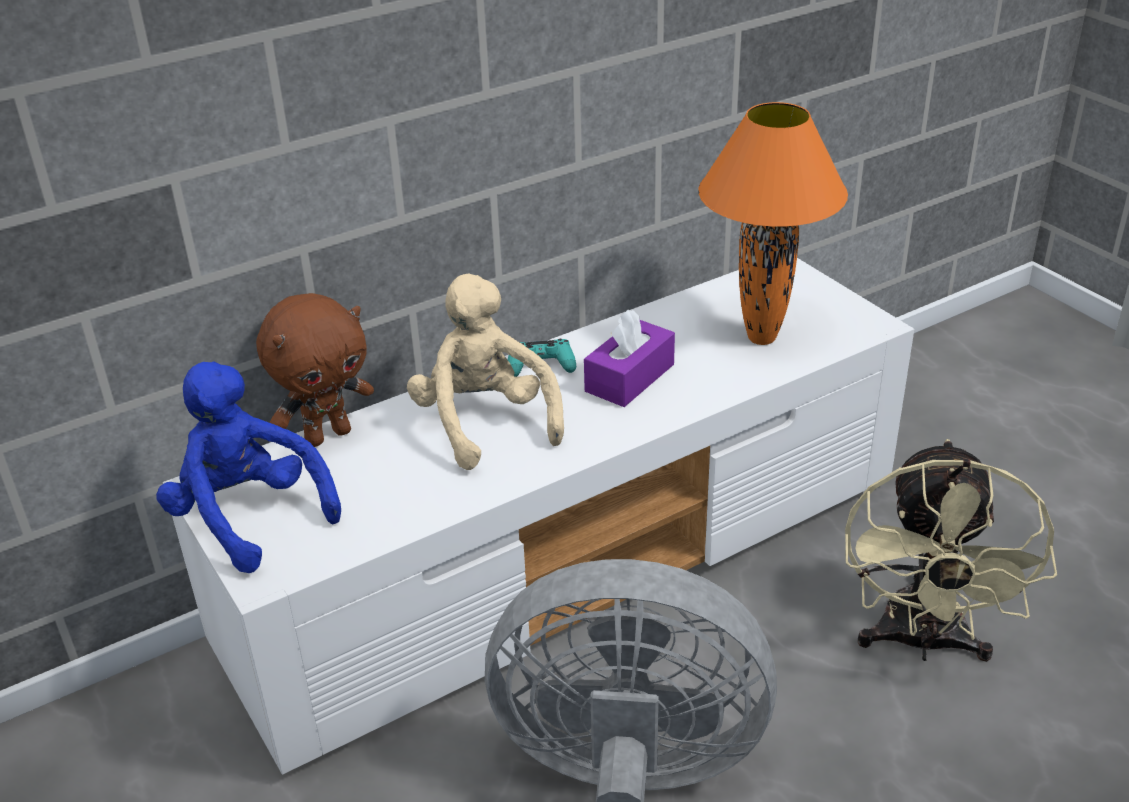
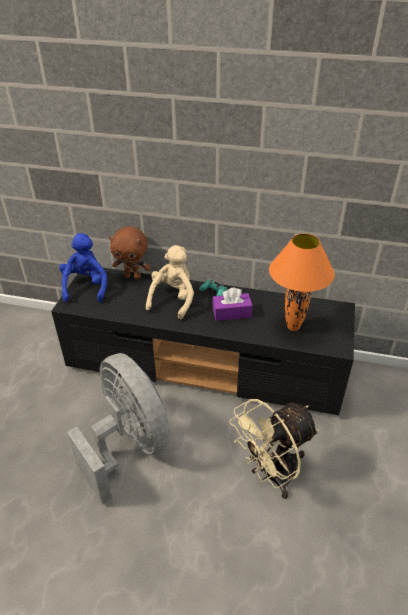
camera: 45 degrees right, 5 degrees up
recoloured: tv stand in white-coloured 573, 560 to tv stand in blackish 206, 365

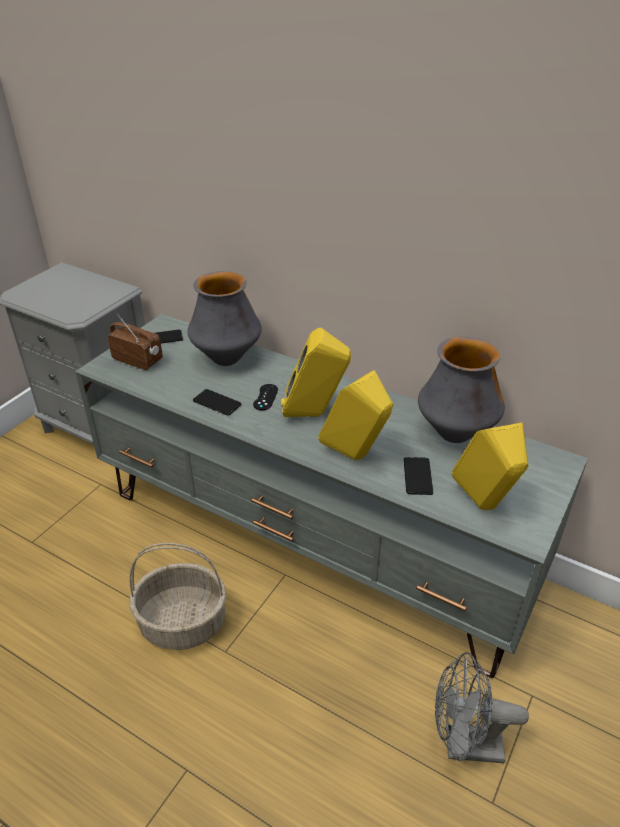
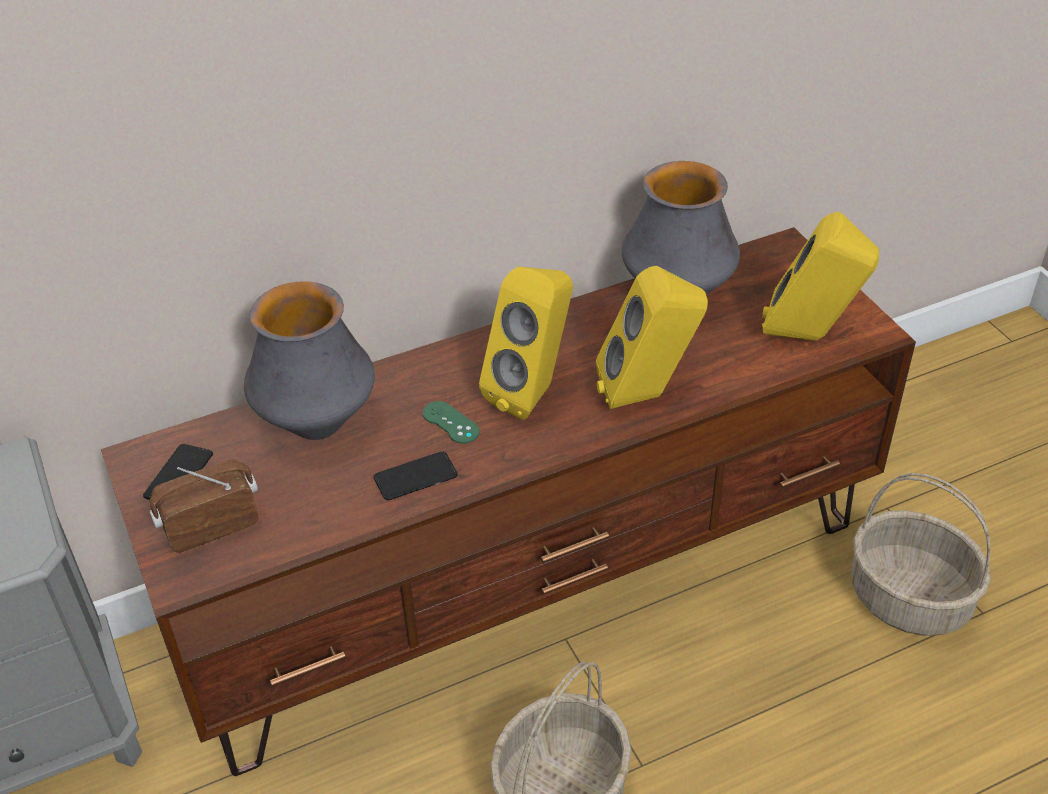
camera: 55 degrees left, 5 degrees up
removed: telephone 417, 476
replaced: cooling fan in gray 464, 746 to household basket 910, 598
recoloured: tv stand in gray 312, 540 to tv stand in brown-coloured 530, 580; game controller in blackish 265, 397 to game controller in green 450, 423

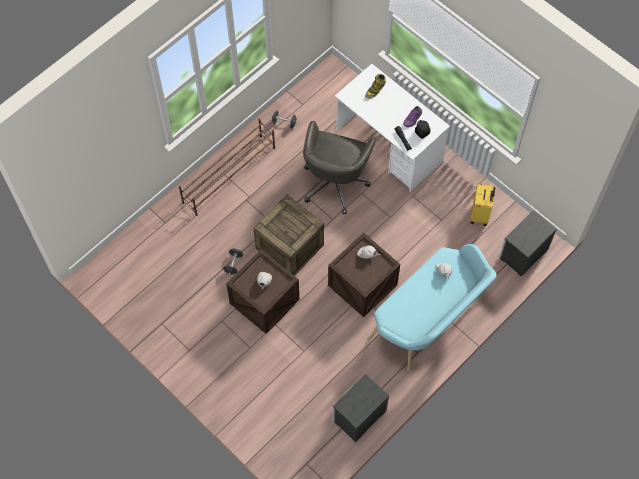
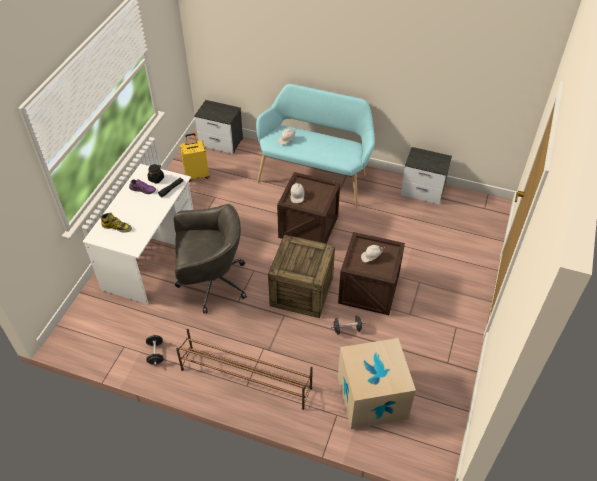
camera: 115 degrees left, 15 degrees down
added: cardboard box 372, 398

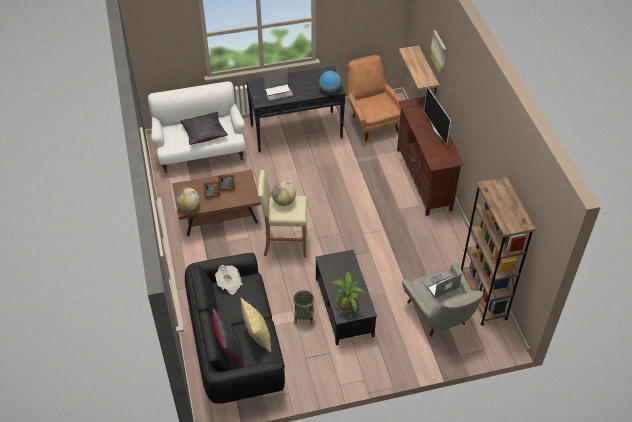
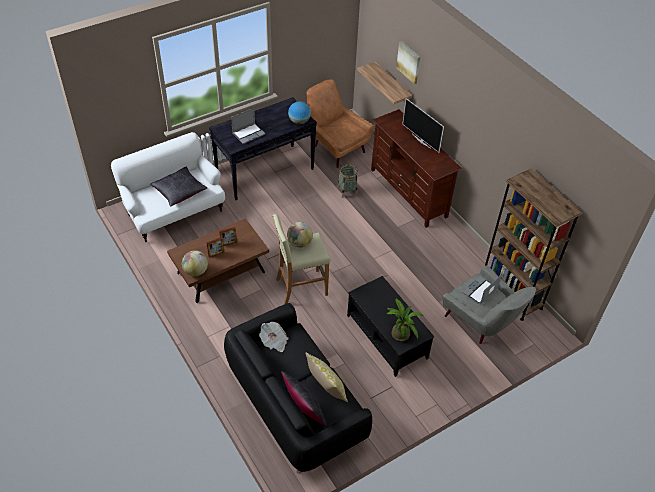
camera: 20 degrees left, 0 degrees up
moved: household basket 304, 317 to 347, 191

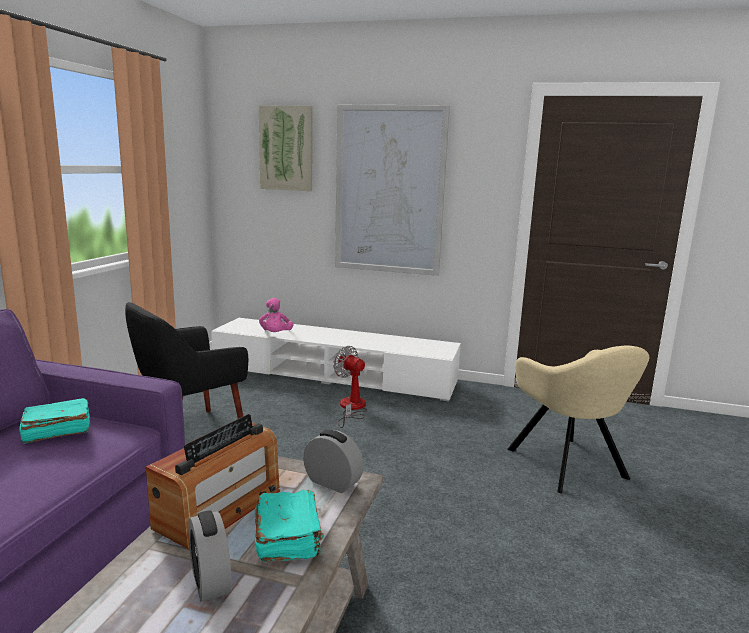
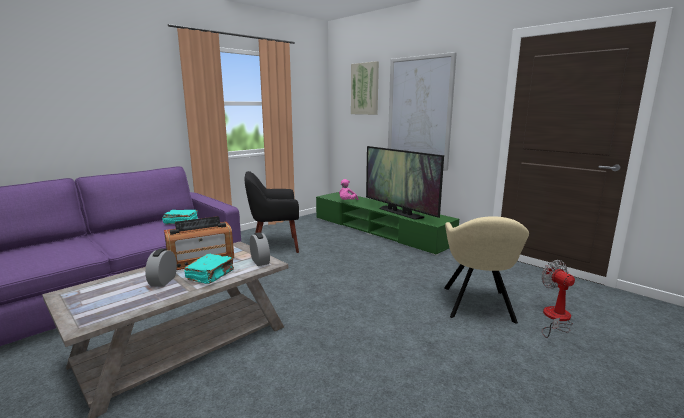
camera: 30 degrees right, 0 degrees up
added: TV 400, 213
moved: cooling fan 351, 408 to 555, 319
recoloured: tv stand in white-coloured 334, 375 to tv stand in green 379, 231

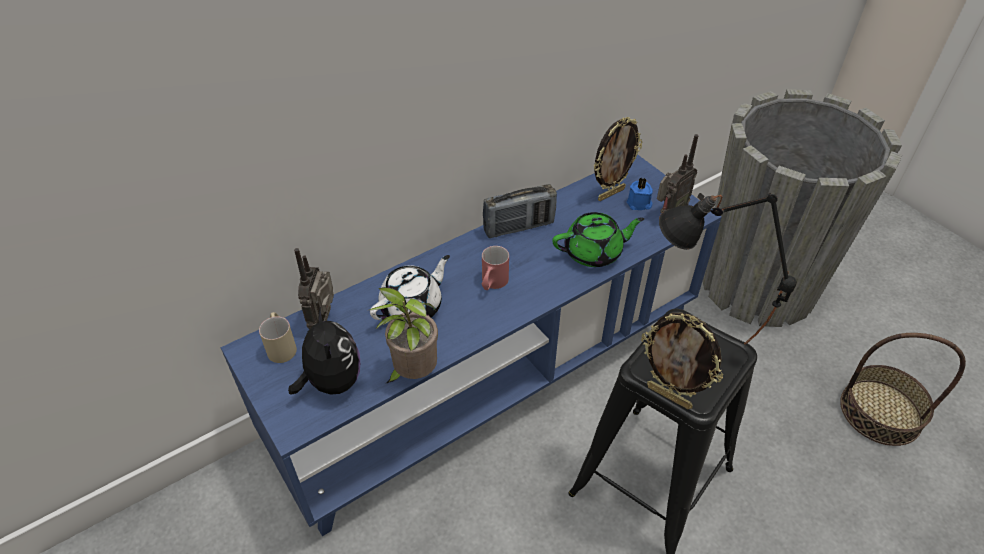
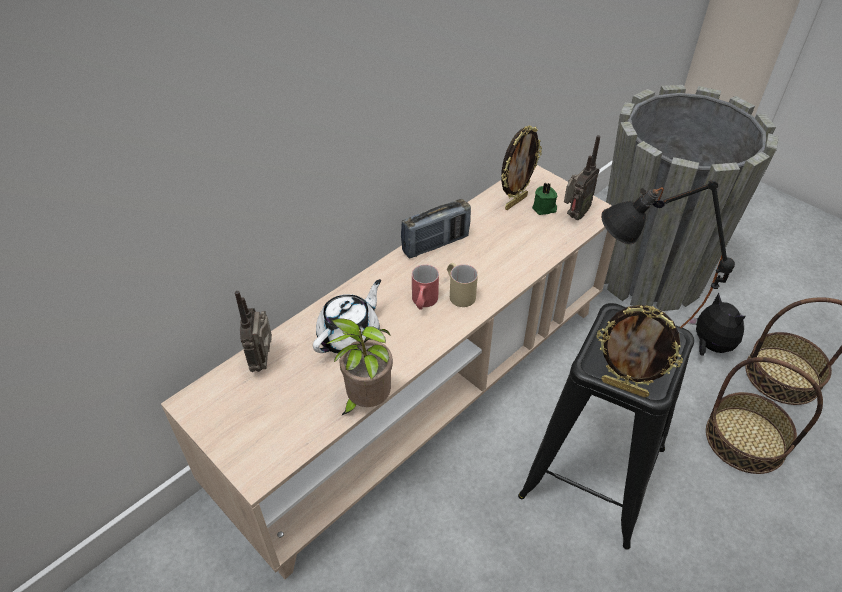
camera: 10 degrees left, 0 degrees up
removed: teapot in green 594, 252
added: household basket 745, 439
moved: mug in beige 281, 345 to 459, 293; cuddly toy 332, 381 to 709, 346
recoloured: tv stand in blue 491, 378 to tv stand in beige 420, 396; wax light in blue 639, 204 to wax light in green 544, 208

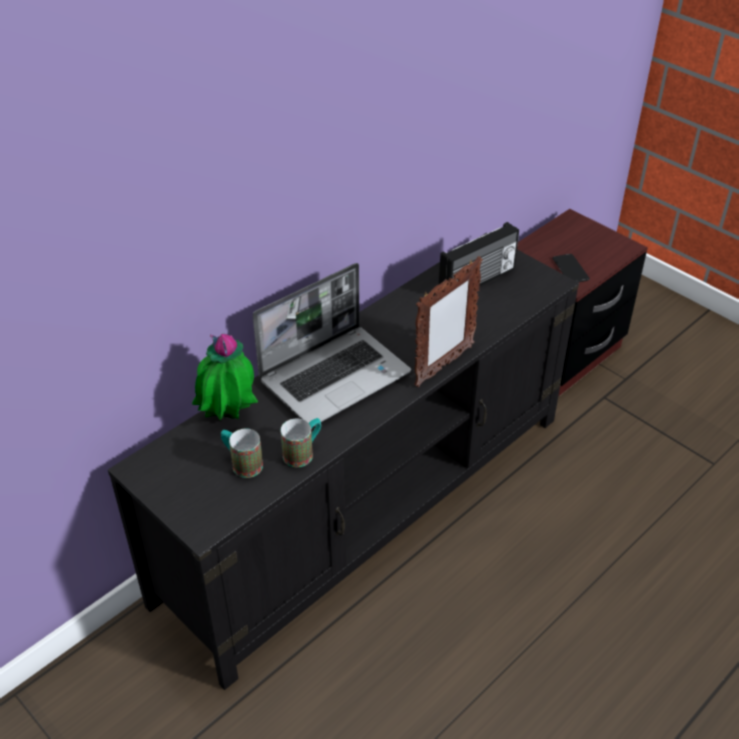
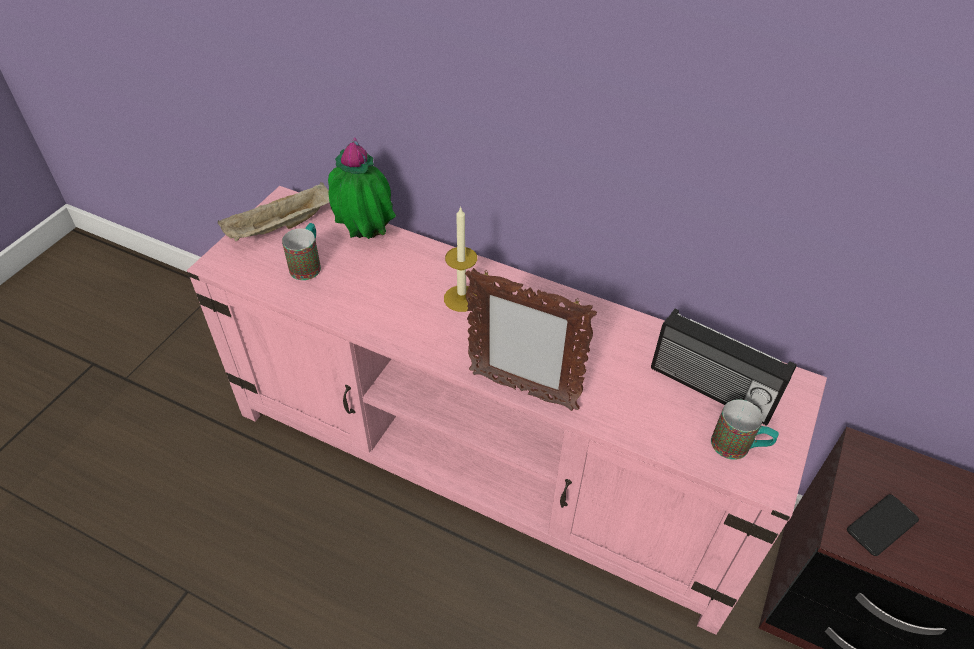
camera: 70 degrees right, 5 degrees up
added: carrying tray in beige 280, 228
moved: mug 303, 452 to 738, 447
replaced: laptop 335, 376 to wax light 461, 298
recoloured: tv stand in blackish 368, 505 to tv stand in pinkish 487, 463

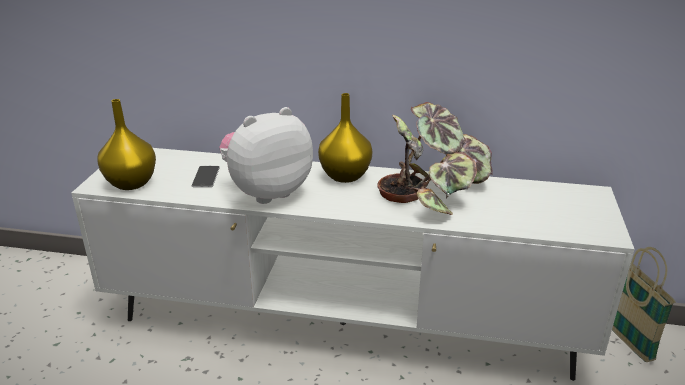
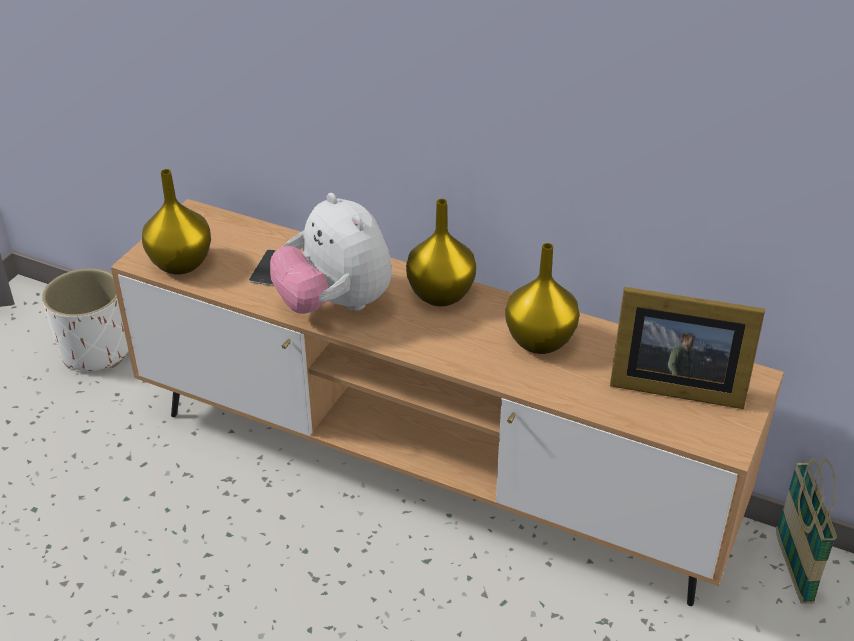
camera: 15 degrees right, 10 degrees up
added: plant pot in white-coloured 96, 351; photo frame 673, 384
replaced: plant in a pot 433, 192 to decorative vase in yellow-coloured 540, 340
recoloured: tv stand in white-coloured 342, 323 to tv stand in brown-coloured 428, 471
turned: cuddly toy 267, 192 = 335, 304 105 degrees counterclockwise

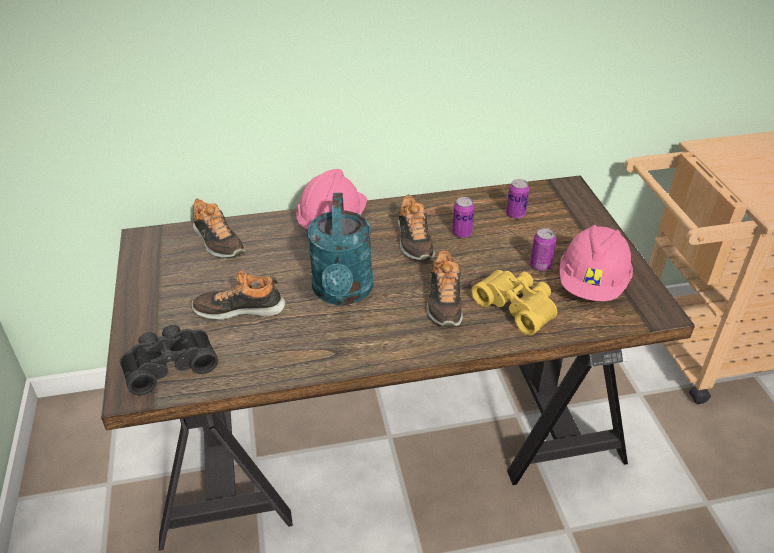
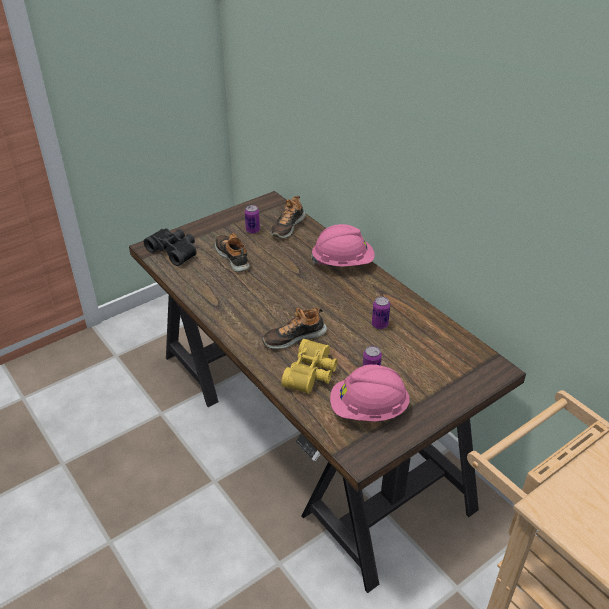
camera: 65 degrees right, 0 degrees up
removed: watering can in blue-green 343, 292; shoe 414, 241
moved: metal can 515, 214 to 252, 230

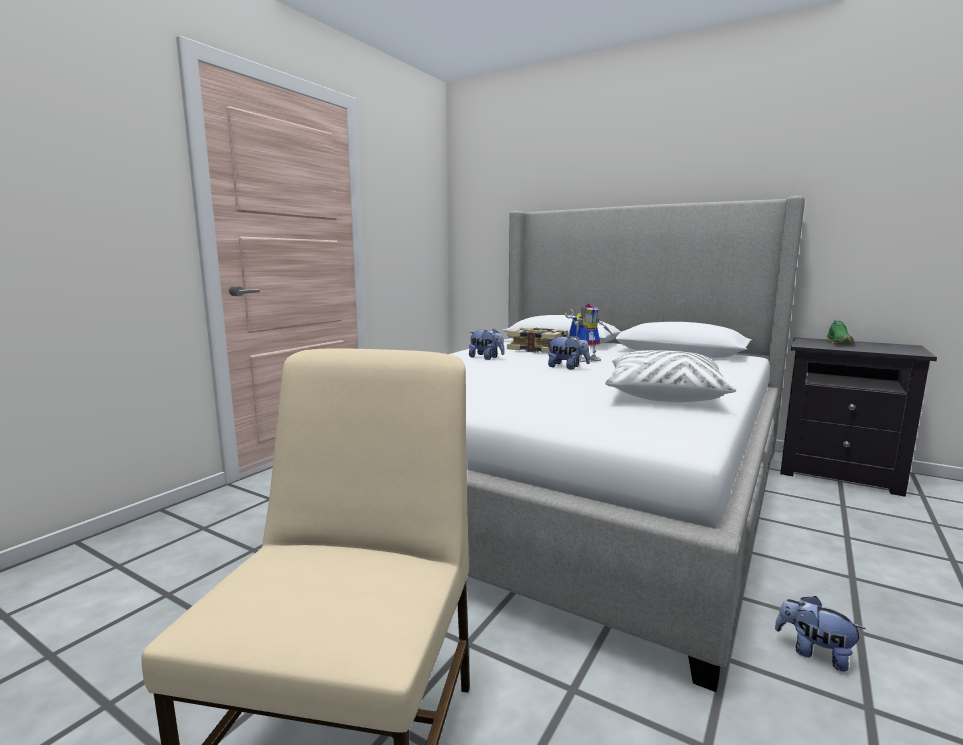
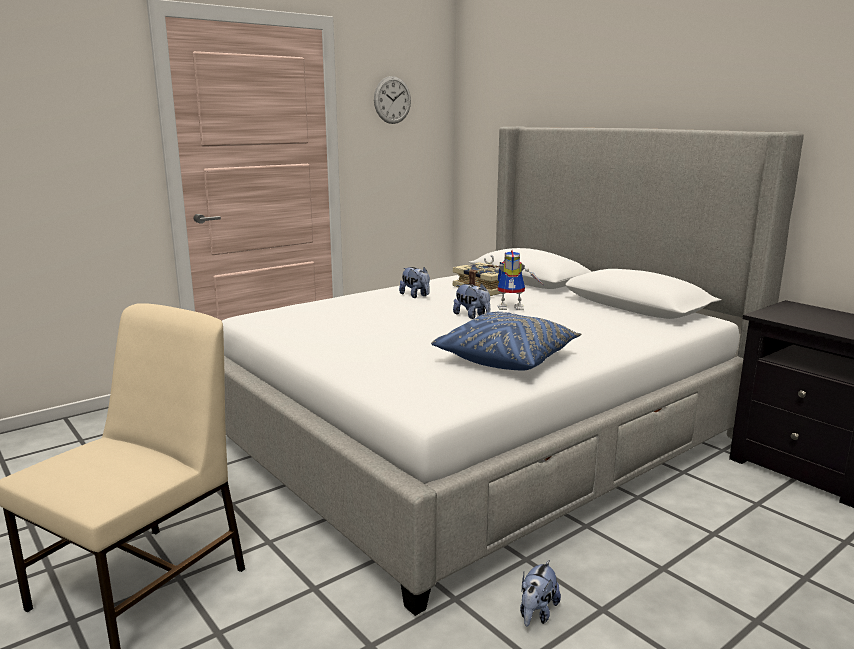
camera: 20 degrees right, 5 degrees up
removed: shoe in green 839, 343
added: hanging clock 392, 100
recoloured: throw pillow in white-coloured 663, 395 to throw pillow in blue 507, 359
turned: cuddly toy 814, 653 = 537, 613 120 degrees counterclockwise

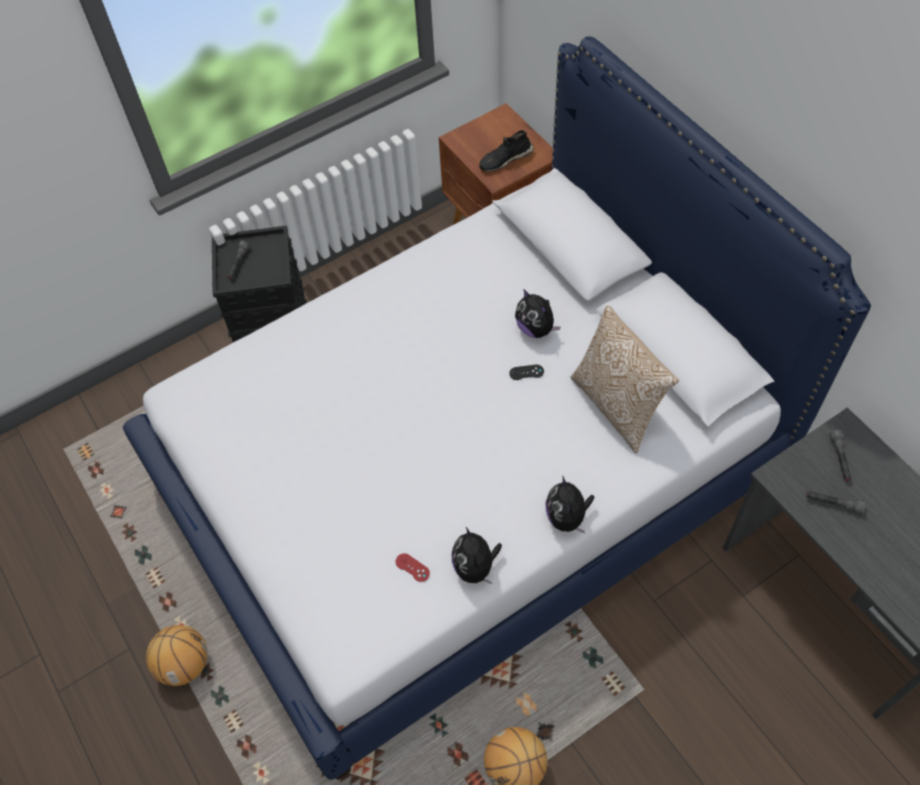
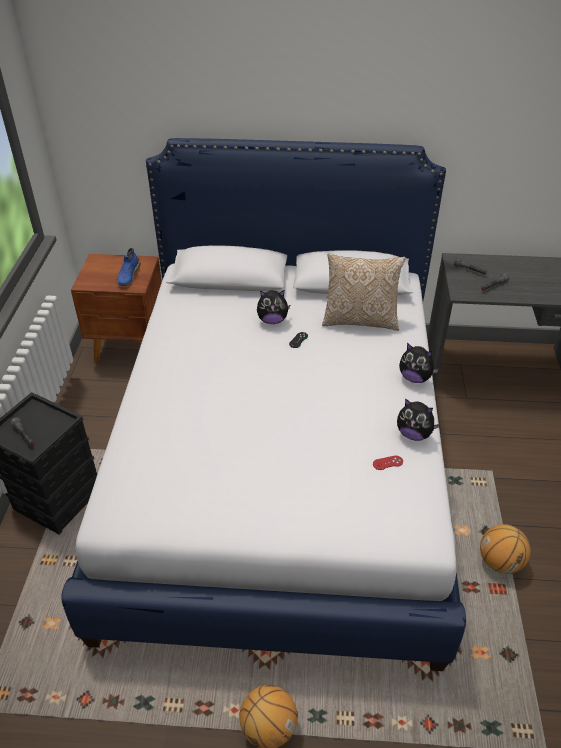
camera: 55 degrees left, 15 degrees down
recoloured: shoe in blackish 505, 159 to shoe in blue 128, 275

